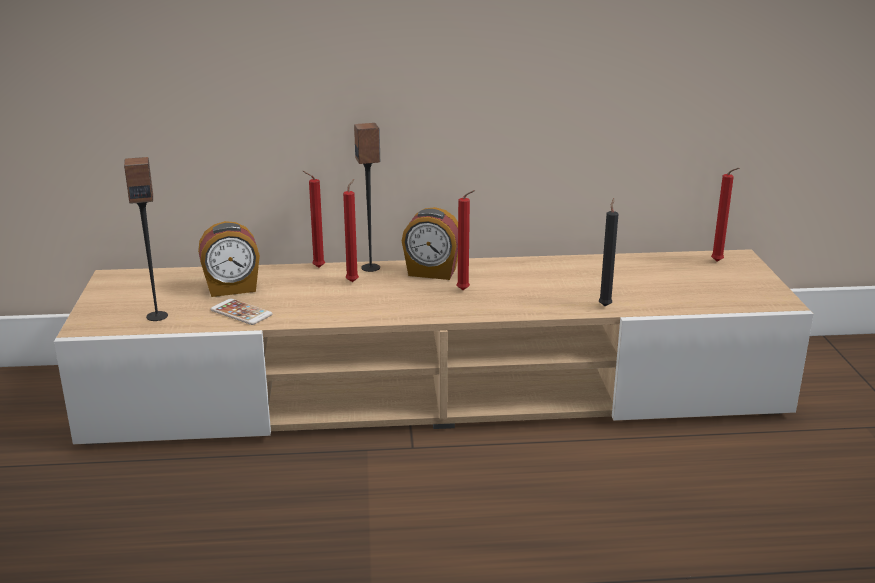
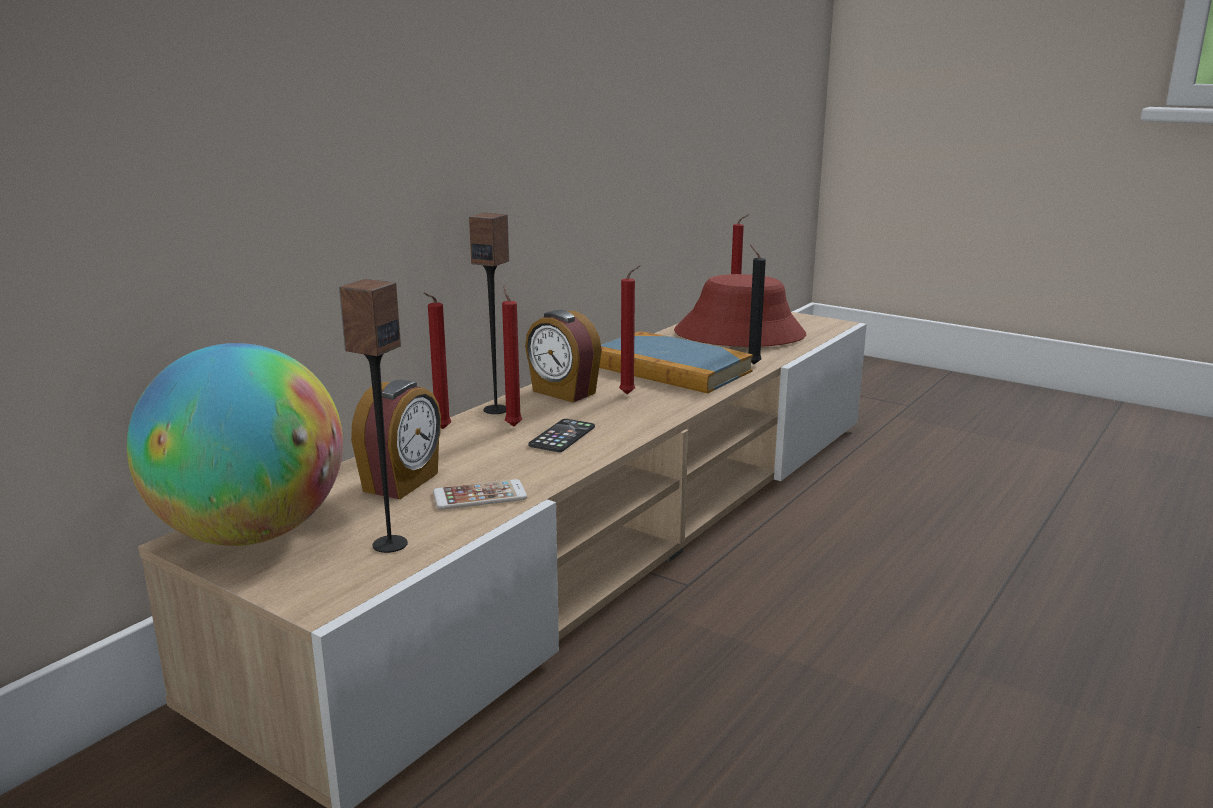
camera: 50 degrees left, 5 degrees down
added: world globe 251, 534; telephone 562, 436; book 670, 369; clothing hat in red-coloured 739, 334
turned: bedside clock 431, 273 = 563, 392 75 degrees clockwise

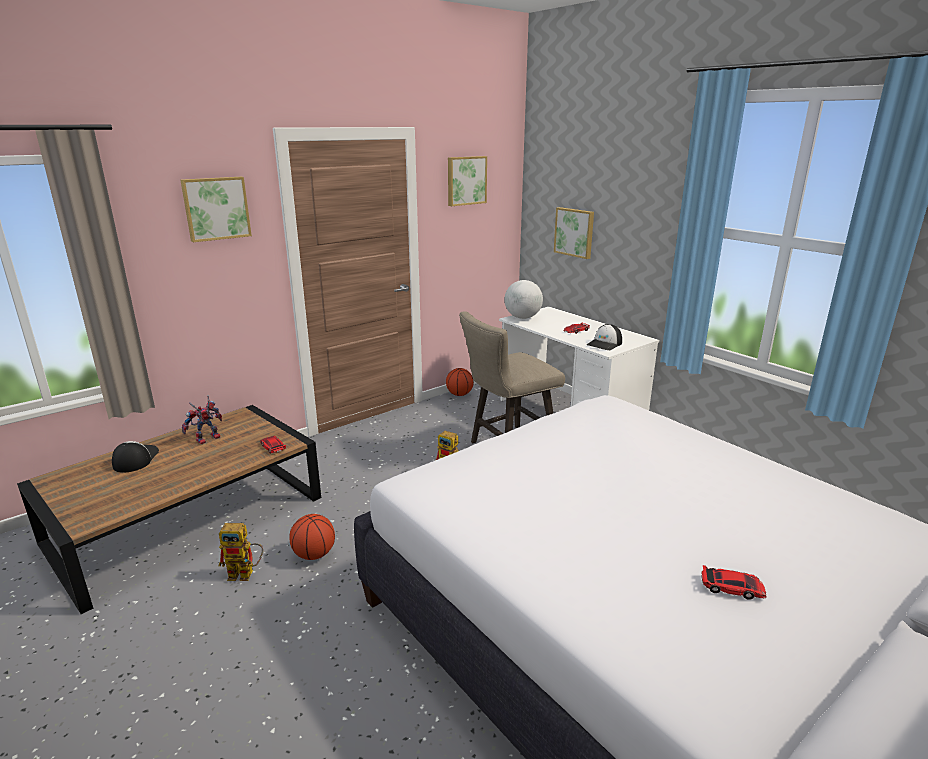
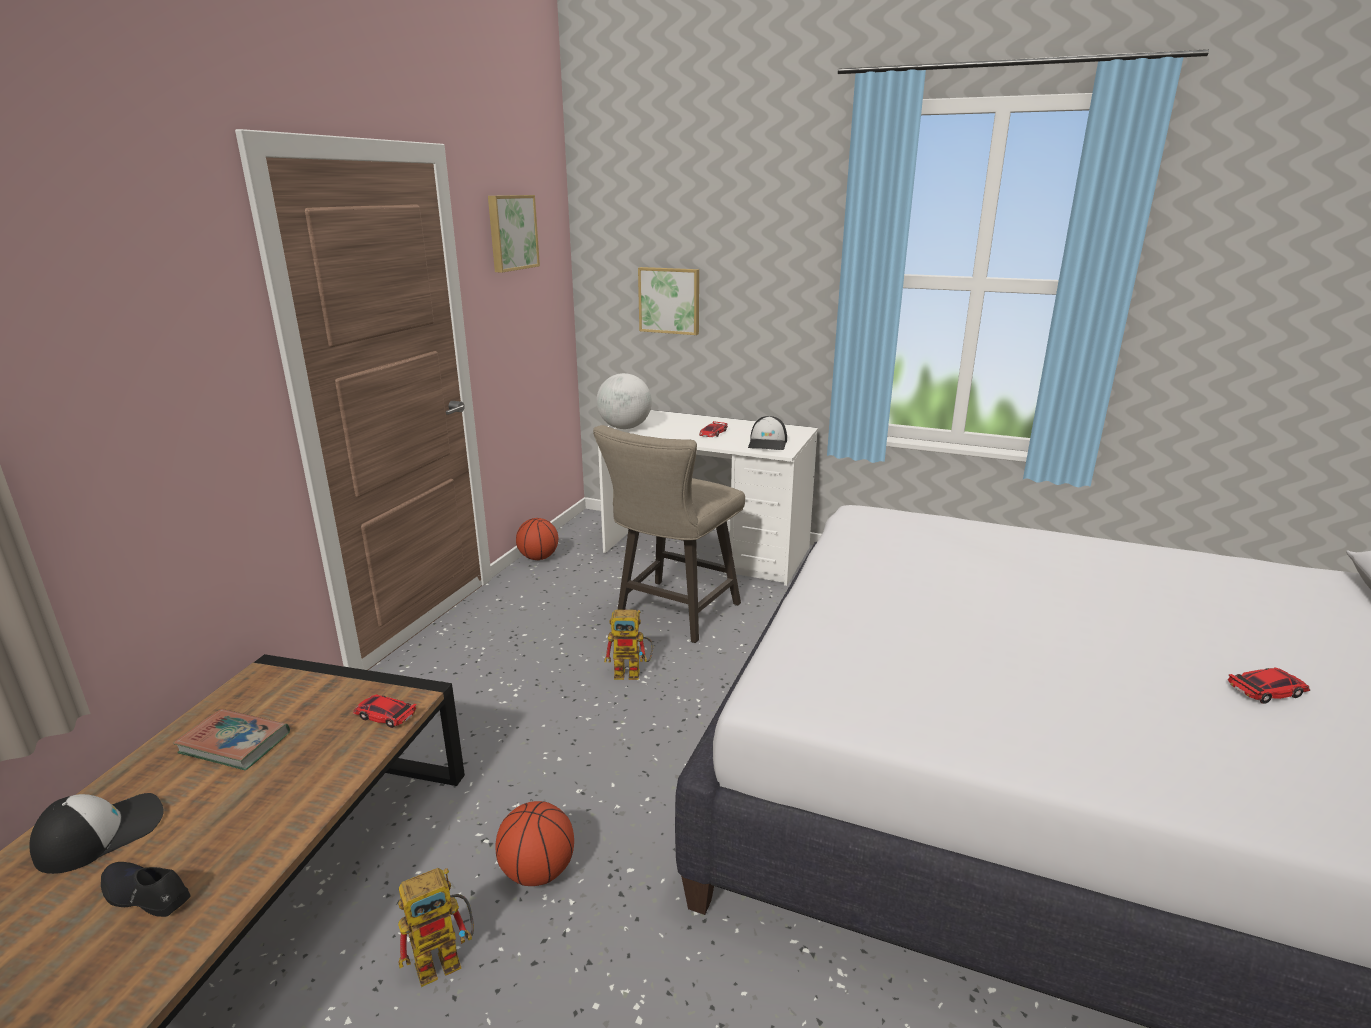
camera: 30 degrees left, 0 degrees up
removed: wall picture 216, 208
added: shoe in blackish 145, 894
replaced: model robot 206, 440 to book 235, 743
turned: baseball cap 135, 459 = 101, 833 75 degrees clockwise

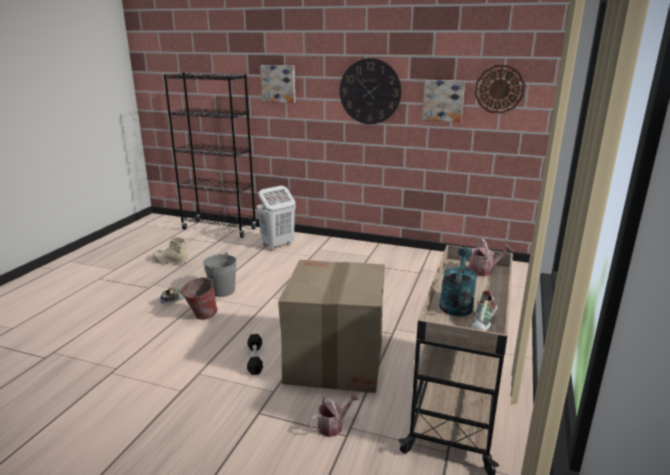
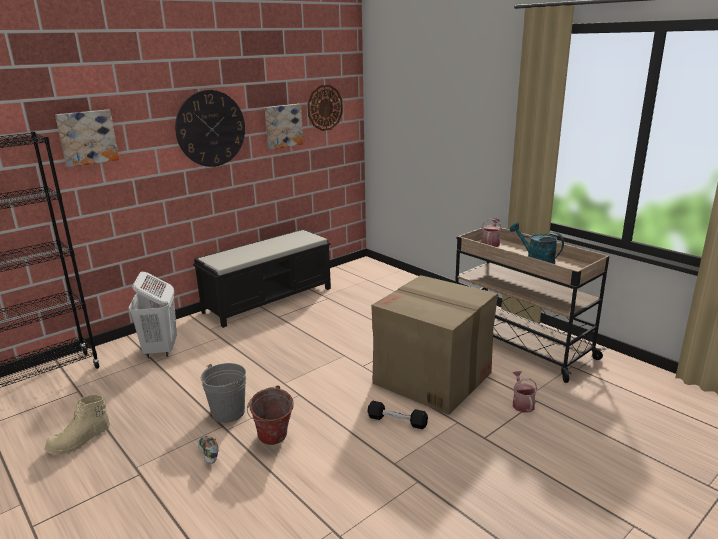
camera: 60 degrees left, 0 degrees up
removed: shoe 483, 325
added: indoor bench in blackish 269, 300

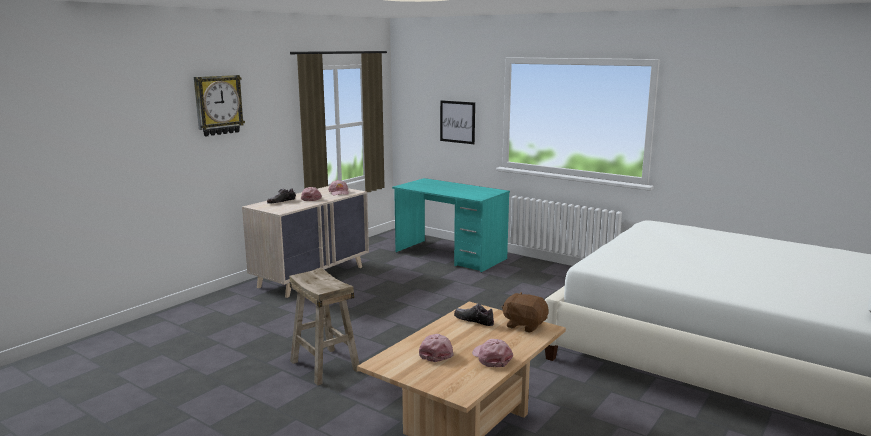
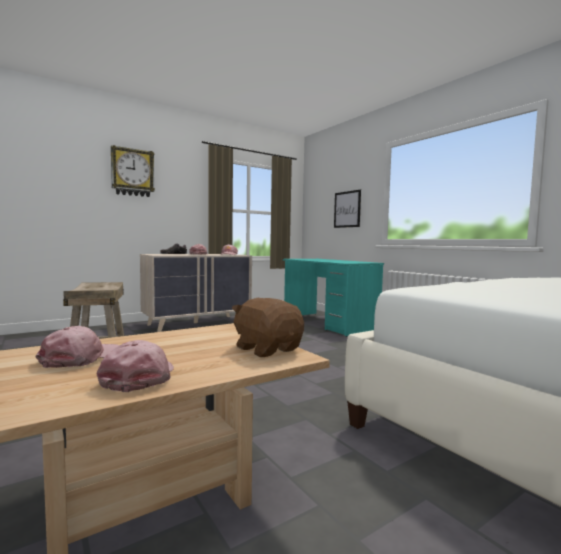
camera: 20 degrees right, 10 degrees down
removed: shoe 473, 320

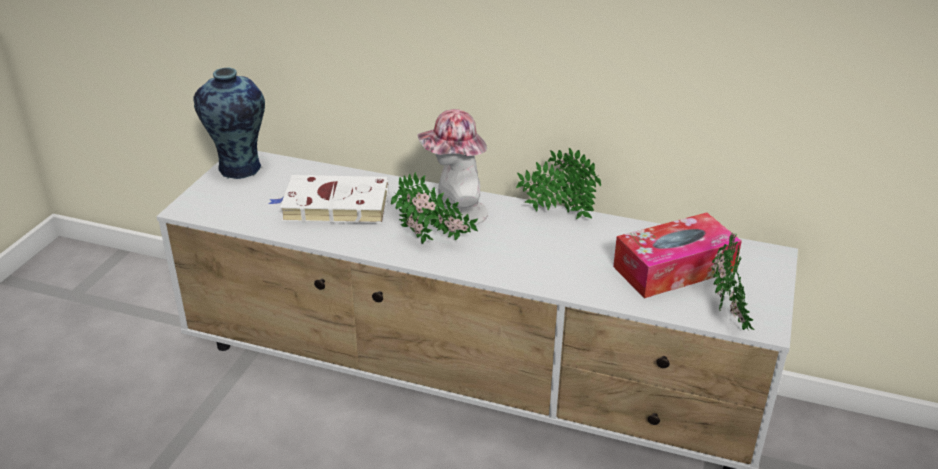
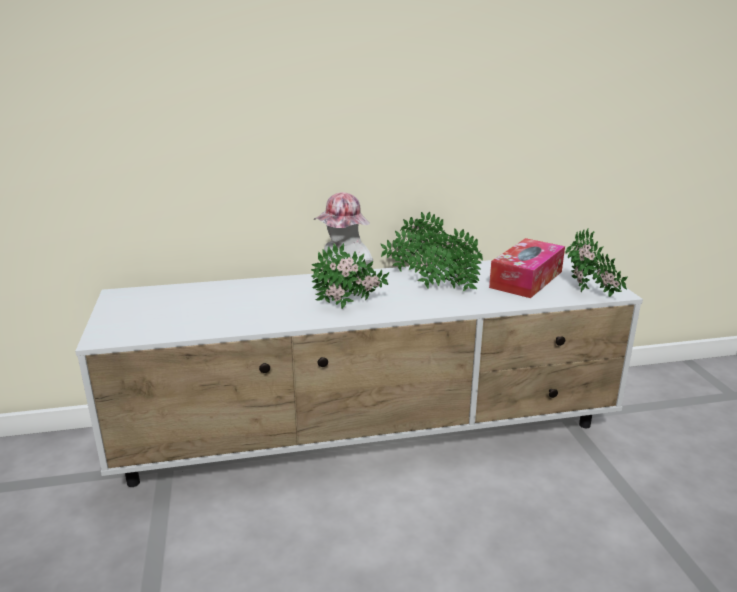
camera: 30 degrees left, 10 degrees down
removed: decorative vase 239, 169; book in white-coloured 333, 206
added: plant in a pot 445, 289

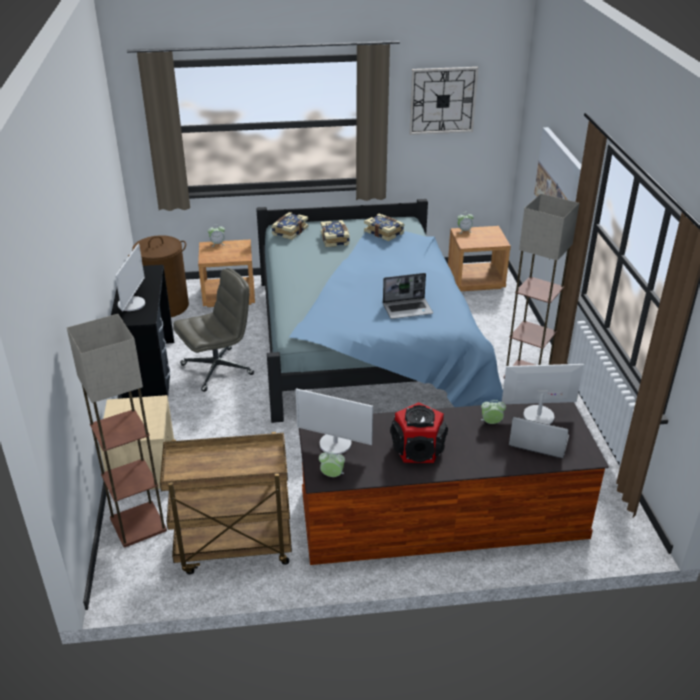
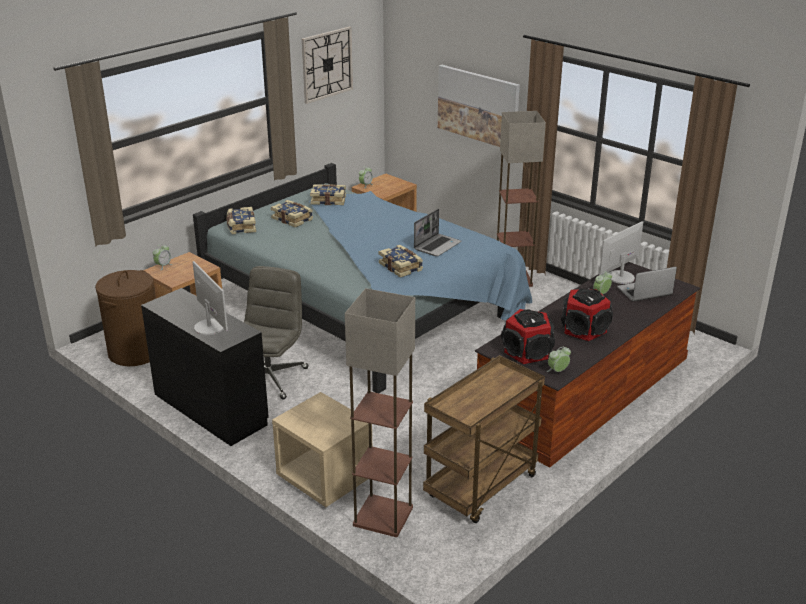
camera: 40 degrees left, 5 degrees down
added: book 401, 267
replaced: computer screen 335, 444 to loudspeaker 527, 352

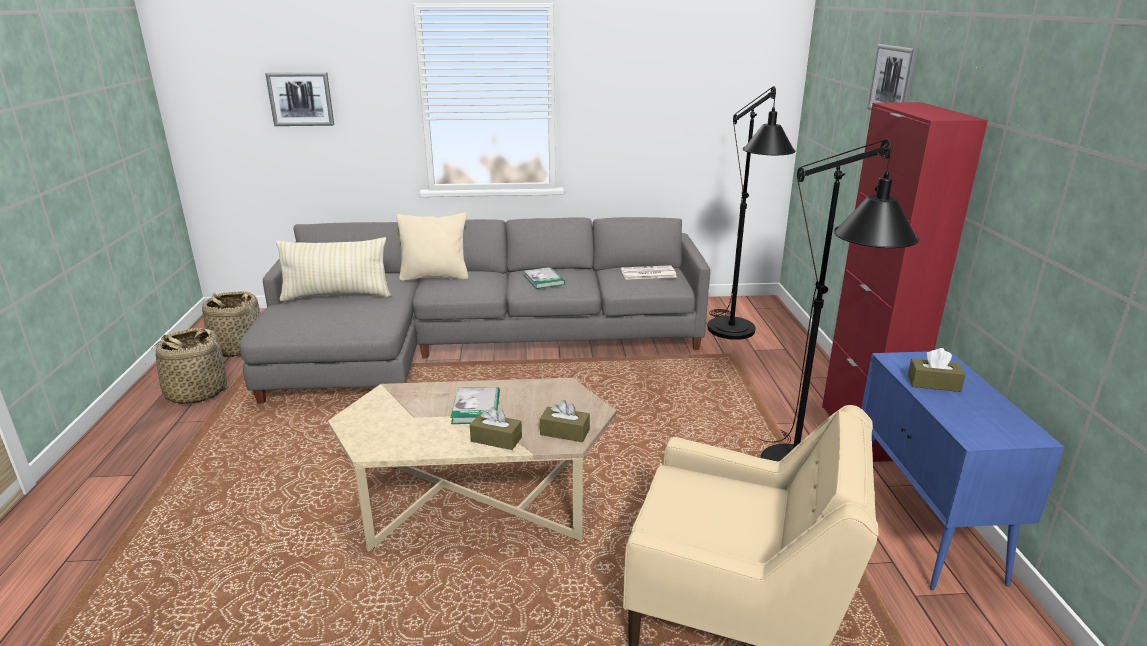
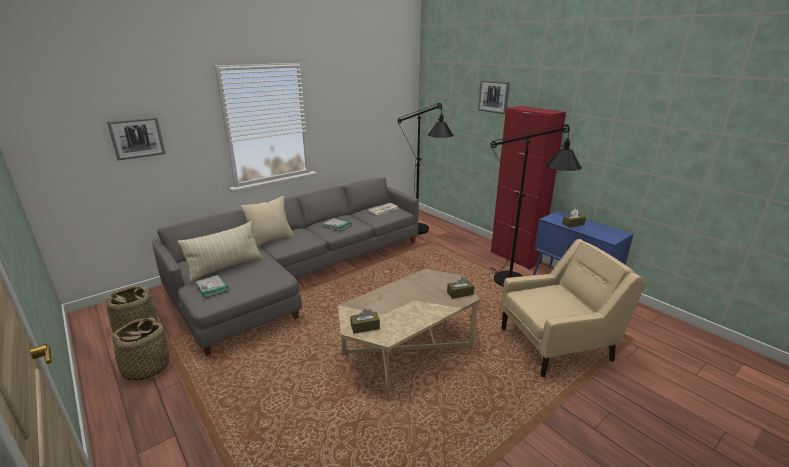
camera: 35 degrees left, 0 degrees up
moved: book 476, 408 to 212, 287; tissue box in brown-coloured 496, 439 to 365, 327

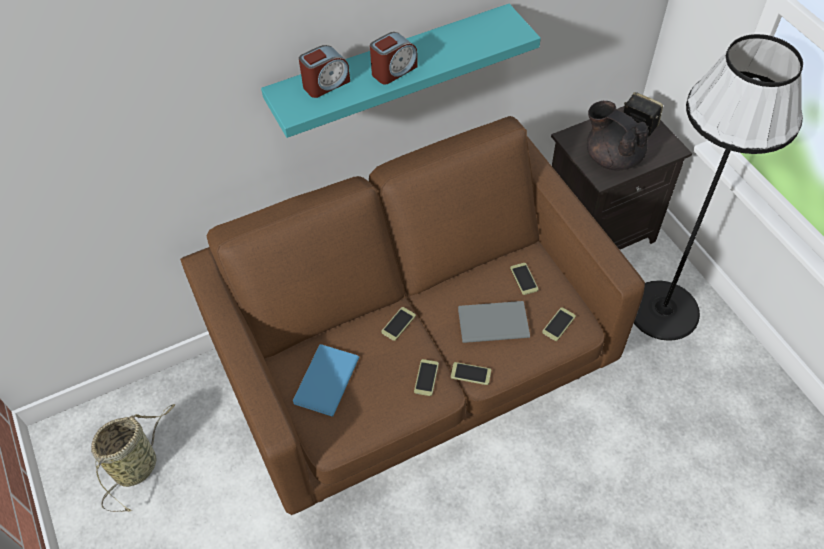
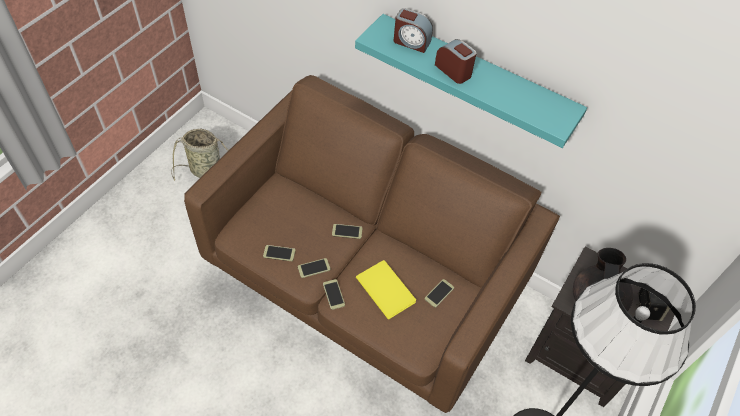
camera: 55 degrees right, 0 degrees up
removed: book in blue 323, 381
moved: telephone 558, 324 to 279, 253
recoloured: book in gray 491, 321 to book in yellow-coloured 386, 288
turned: bedside clock 393, 70 = 454, 70 150 degrees counterclockwise

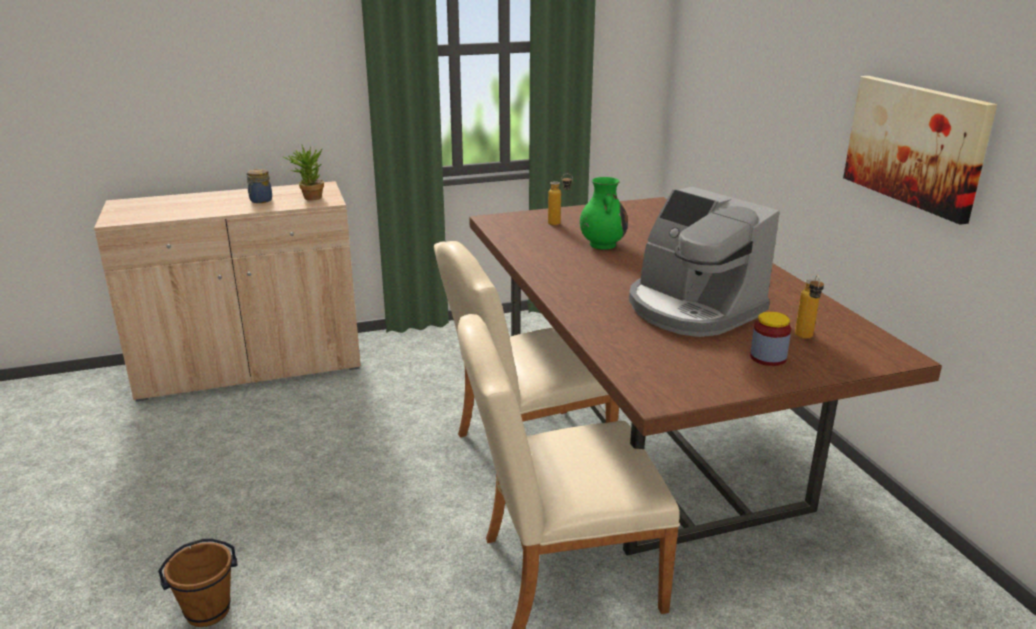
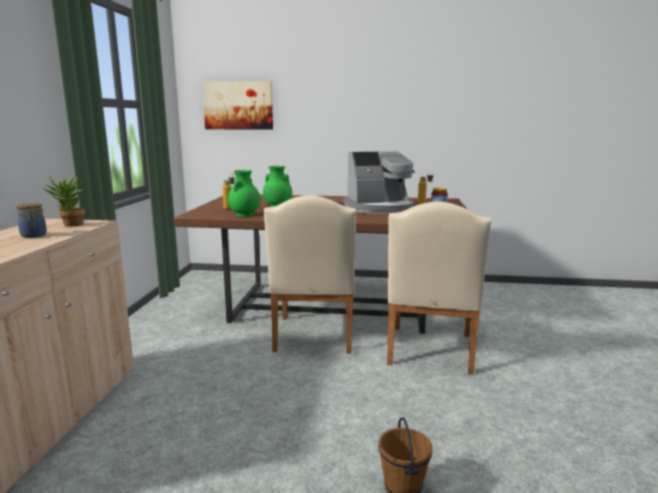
camera: 65 degrees left, 10 degrees down
added: decorative vase in green 244, 215
moved: wall picture 915, 145 to 238, 105

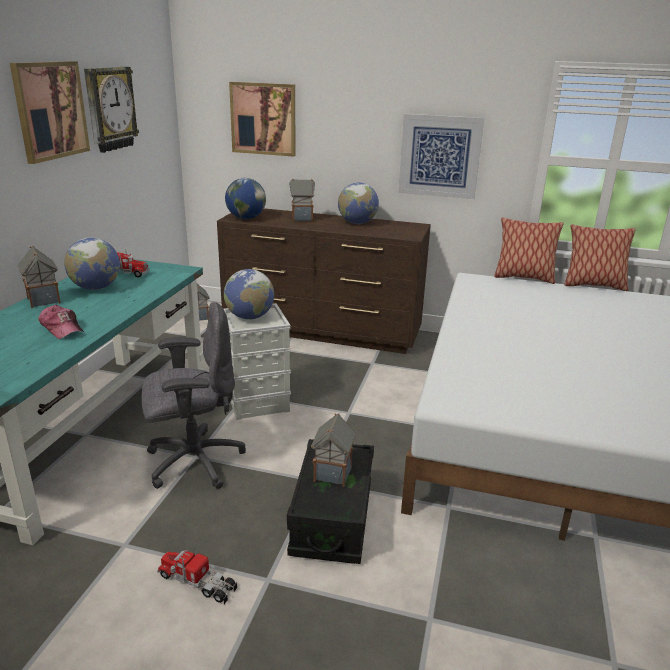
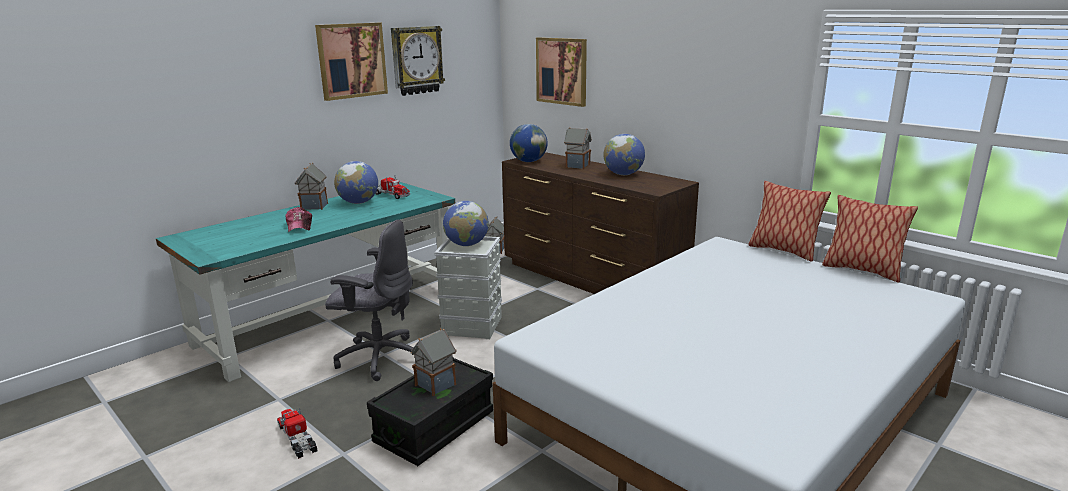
camera: 30 degrees right, 5 degrees down
removed: wall picture 439, 156

